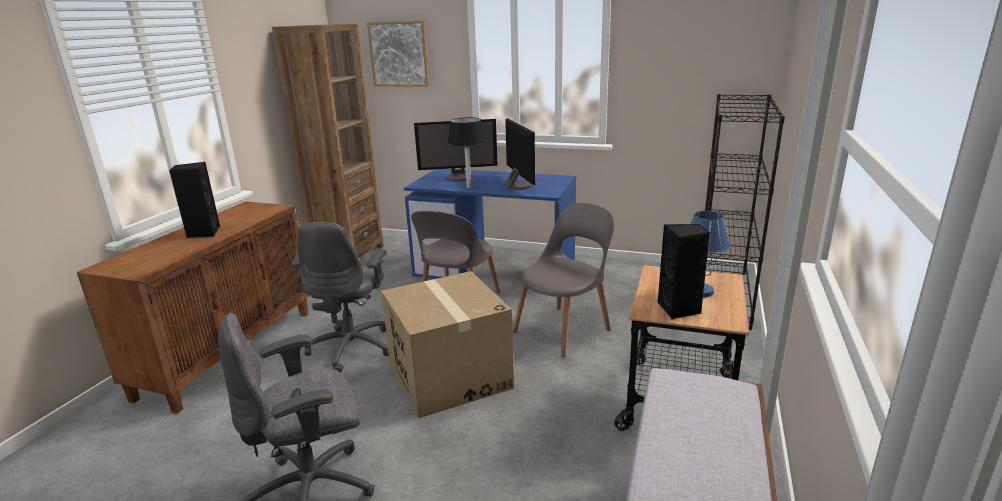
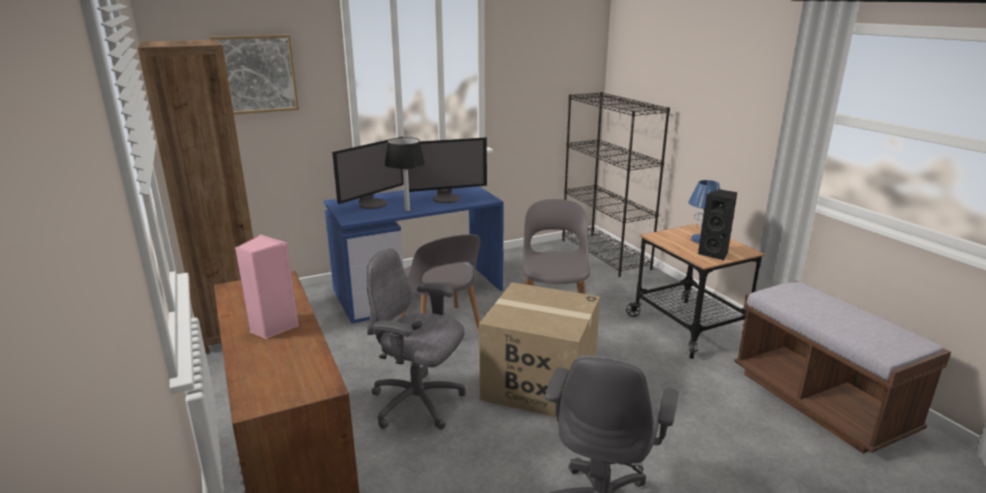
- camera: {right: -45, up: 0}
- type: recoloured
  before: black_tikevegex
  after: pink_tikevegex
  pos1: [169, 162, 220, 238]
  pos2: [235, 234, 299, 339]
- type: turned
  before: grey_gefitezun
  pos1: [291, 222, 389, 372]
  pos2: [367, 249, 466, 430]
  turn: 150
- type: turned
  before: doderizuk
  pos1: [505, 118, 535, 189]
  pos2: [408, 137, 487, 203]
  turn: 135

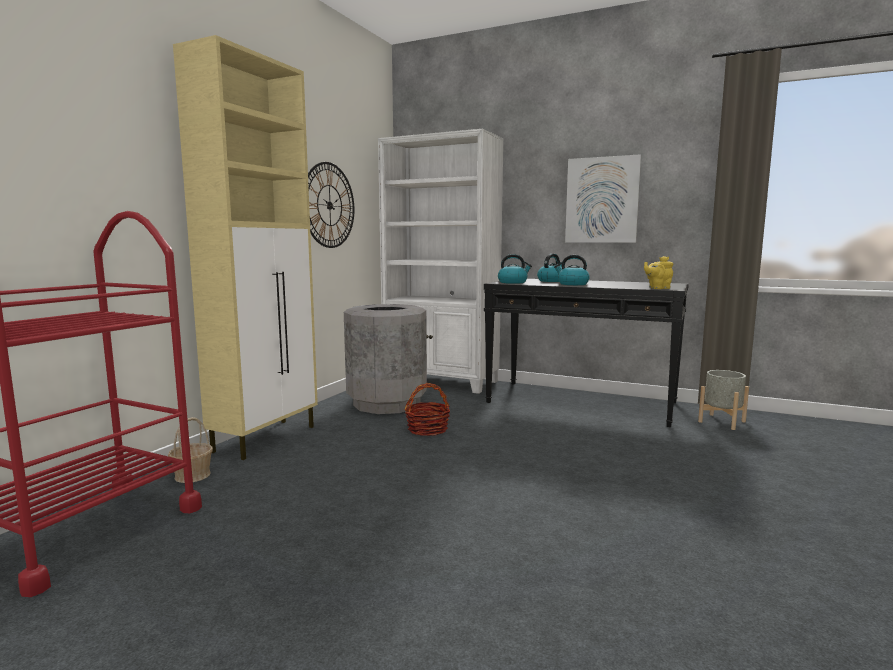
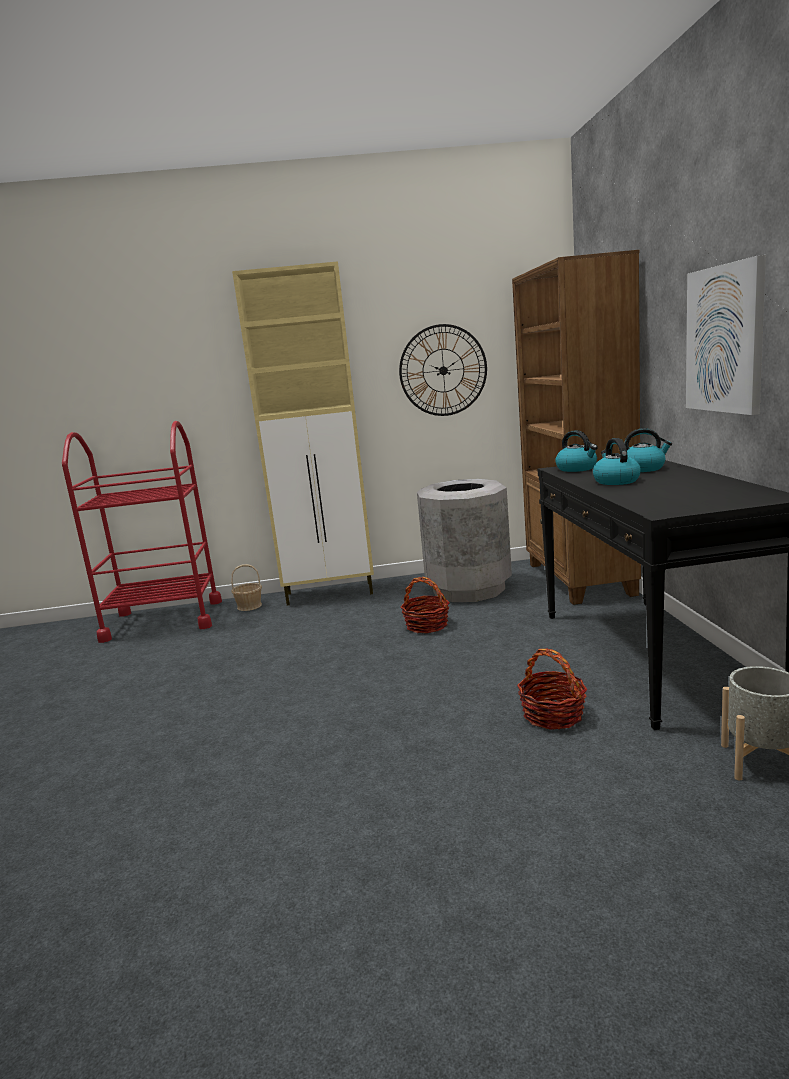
- camera: {right: 60, up: 5}
- type: recoloured
  before: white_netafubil
  after: brown_netafubil
  pos1: [378, 129, 504, 394]
  pos2: [512, 250, 641, 605]
- type: added
  after: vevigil
  pos2: [517, 649, 588, 730]
- type: removed
  before: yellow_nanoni
  pos1: [644, 256, 673, 289]

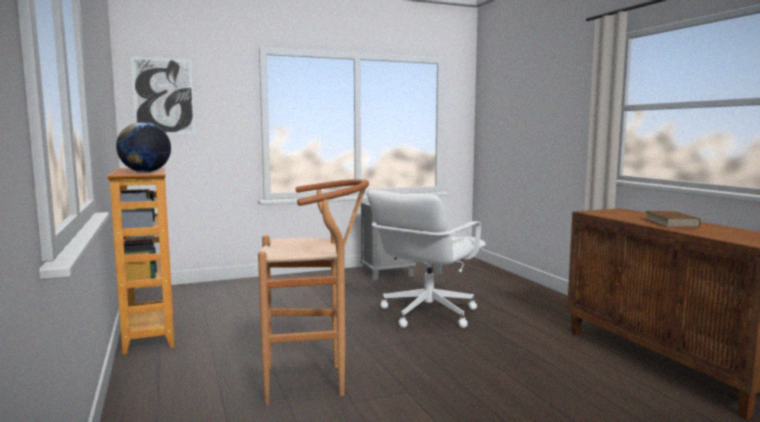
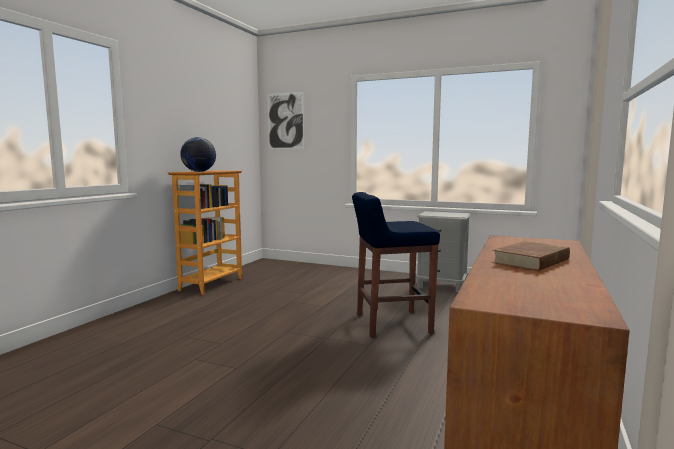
- camera: {right: 45, up: 0}
- type: replaced
  before: white_gefitezun
  after: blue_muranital
  pos1: [367, 190, 486, 328]
  pos2: [352, 192, 440, 338]
- type: removed
  before: brown_muranital
  pos1: [258, 179, 369, 406]

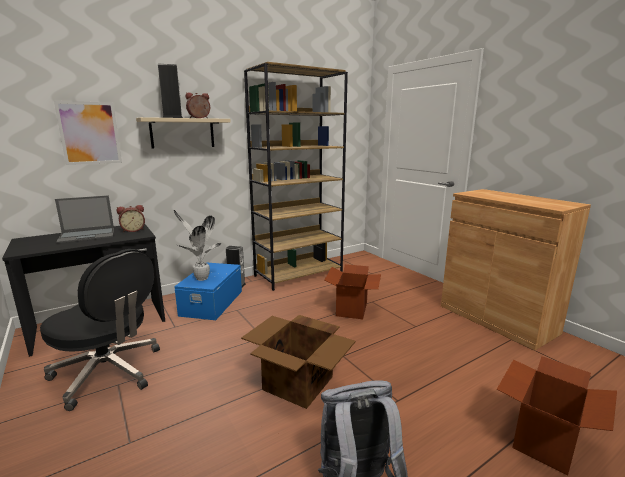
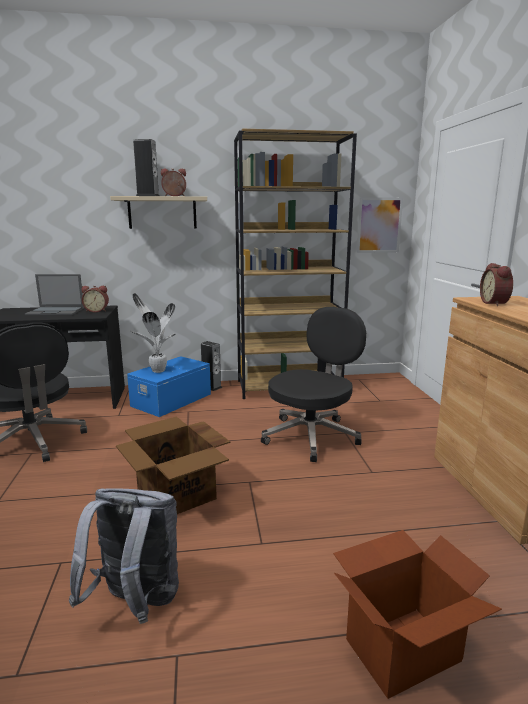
- camera: {right: 25, up: 0}
- type: replaced
  before: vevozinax
  after: black_gefitezun
  pos1: [325, 264, 381, 319]
  pos2: [261, 307, 366, 462]
- type: moved
  before: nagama
  pos1: [54, 101, 122, 165]
  pos2: [357, 197, 403, 253]
- type: added
  after: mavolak
  pos2: [480, 263, 513, 306]

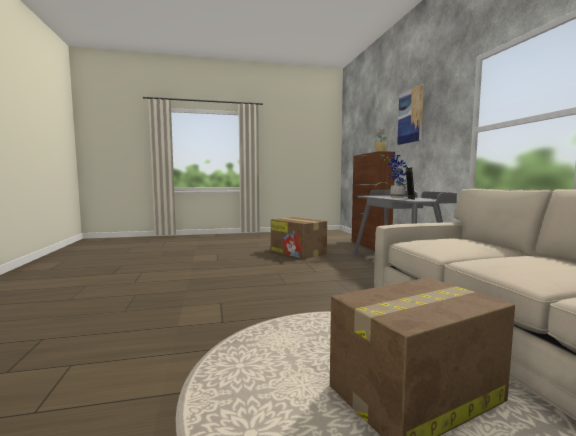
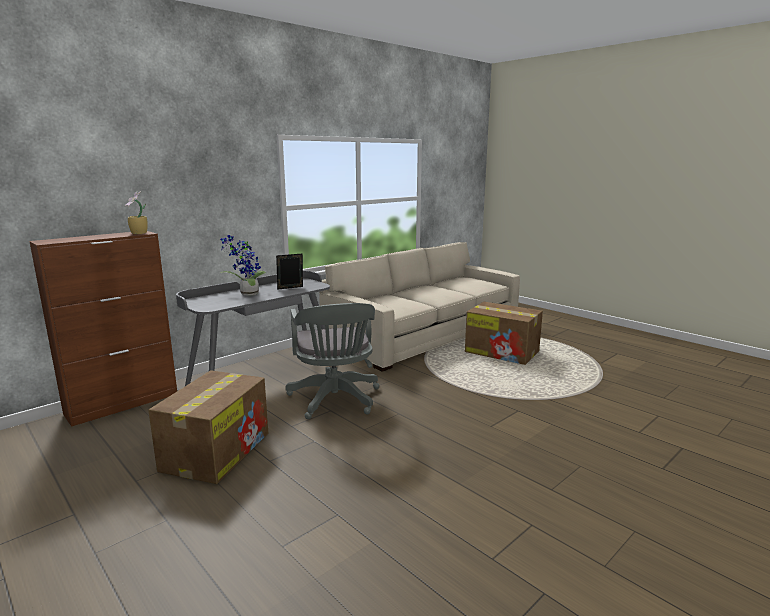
- camera: {right: -120, up: 10}
- type: added
  after: grey_gefitezun
  pos2: [285, 303, 379, 419]
- type: removed
  before: nagama
  pos1: [397, 84, 424, 145]

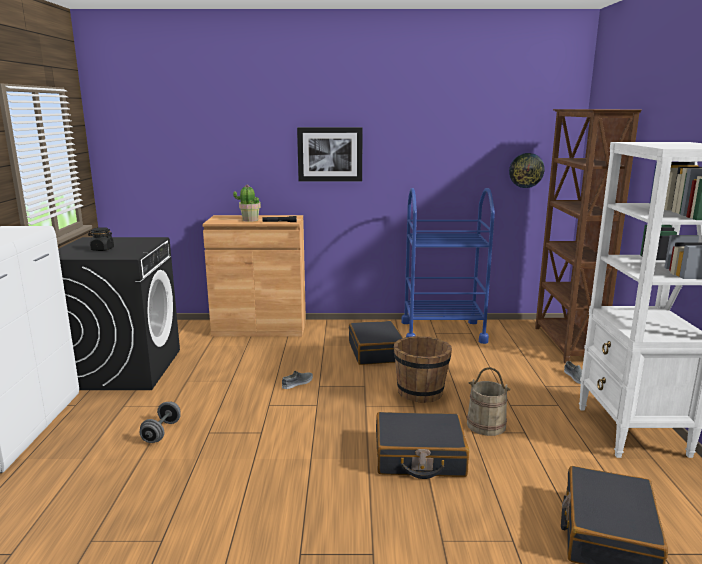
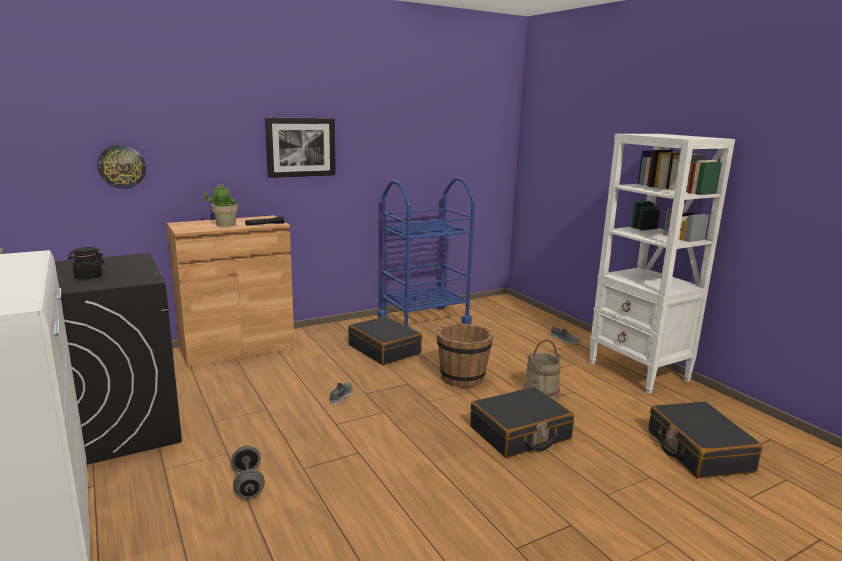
- camera: {right: -30, up: 0}
- type: moved
  before: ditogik
  pos1: [509, 153, 544, 188]
  pos2: [97, 145, 146, 189]
- type: removed
  before: brown_netafubil
  pos1: [535, 109, 642, 364]

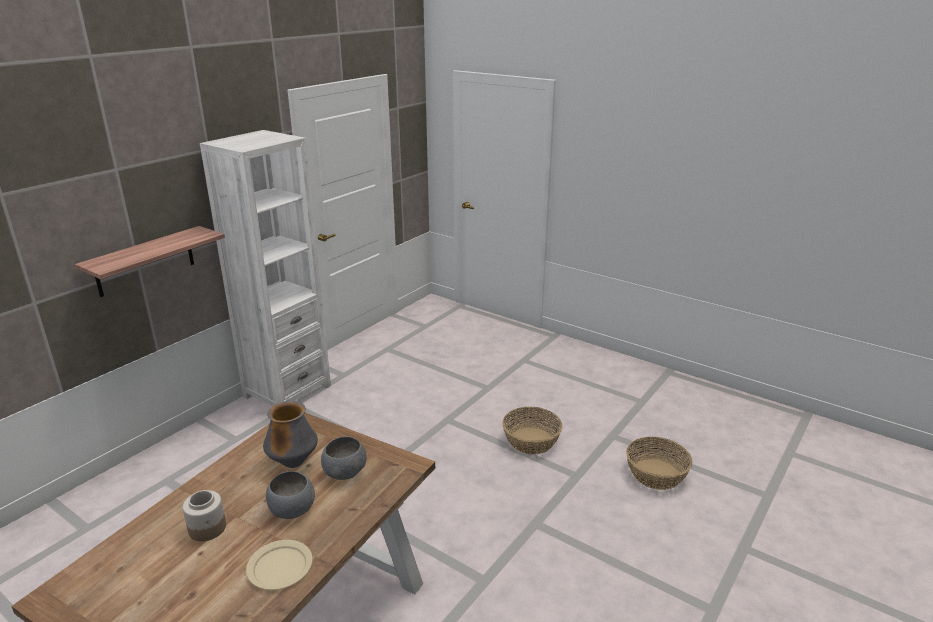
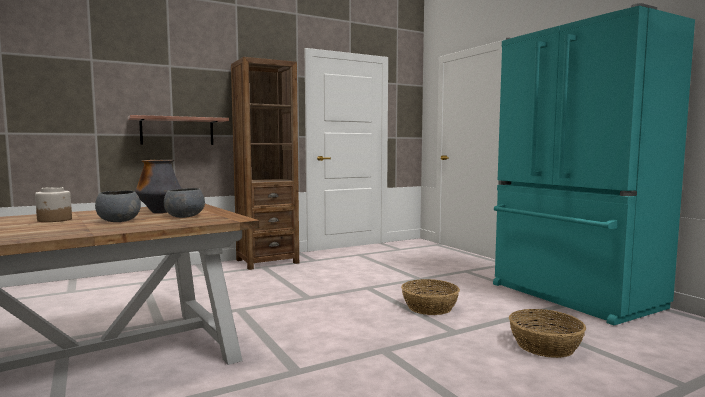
- camera: {right: 25, up: -20}
- type: recoloured
  before: white_netafubil
  after: brown_netafubil
  pos1: [200, 130, 331, 406]
  pos2: [231, 57, 299, 270]
- type: added
  after: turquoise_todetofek
  pos2: [493, 3, 695, 325]
- type: removed
  before: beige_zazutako
  pos1: [246, 540, 313, 590]

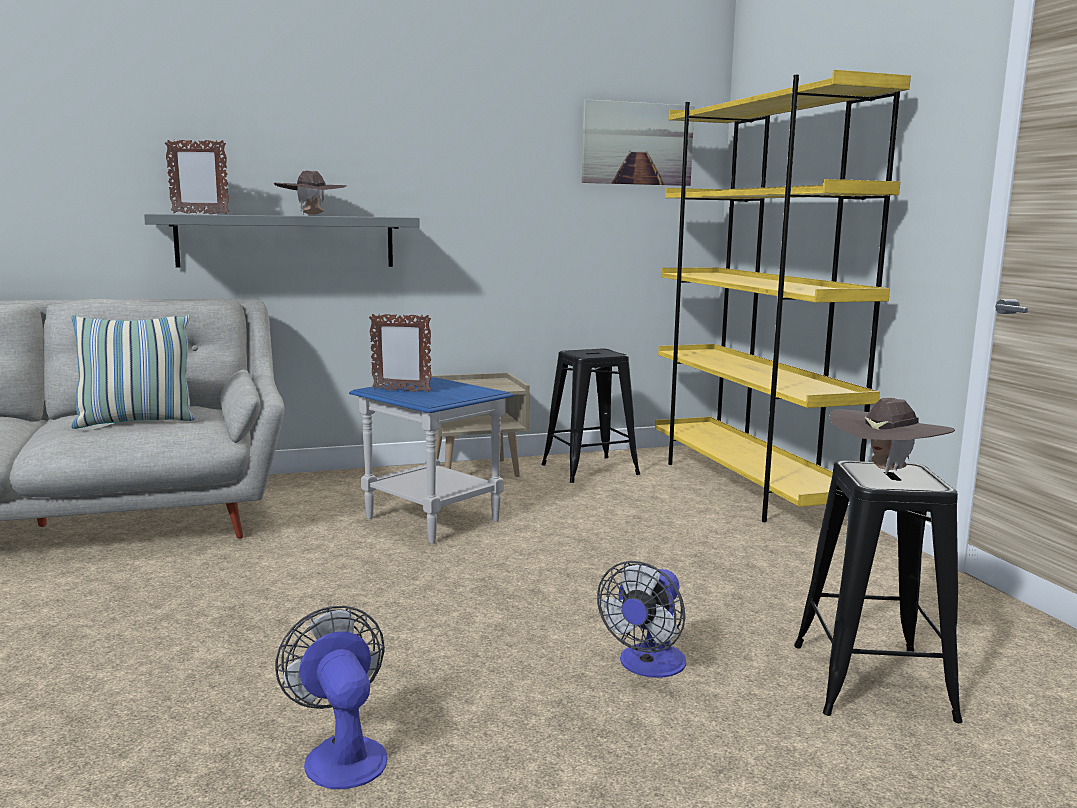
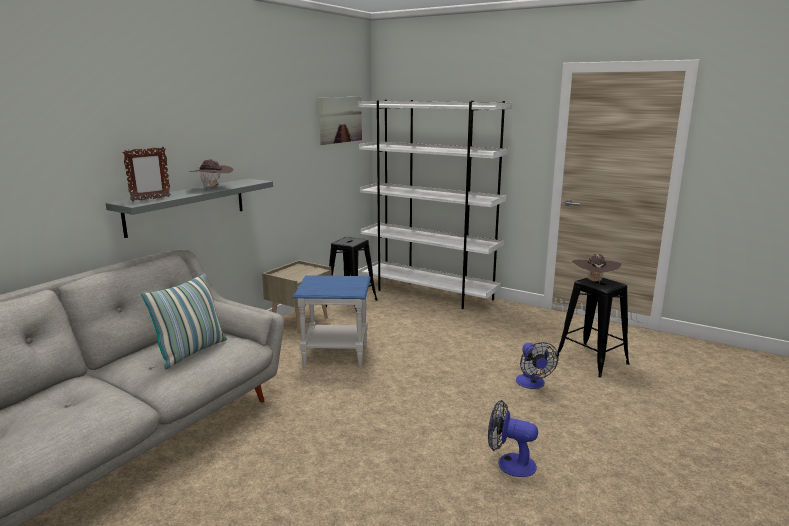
- camera: {right: -40, up: 5}
- type: recoloured
  before: yellow_netafubil
  after: white_netafubil
  pos1: [655, 70, 911, 522]
  pos2: [358, 100, 512, 309]
- type: removed
  before: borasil
  pos1: [369, 314, 431, 393]

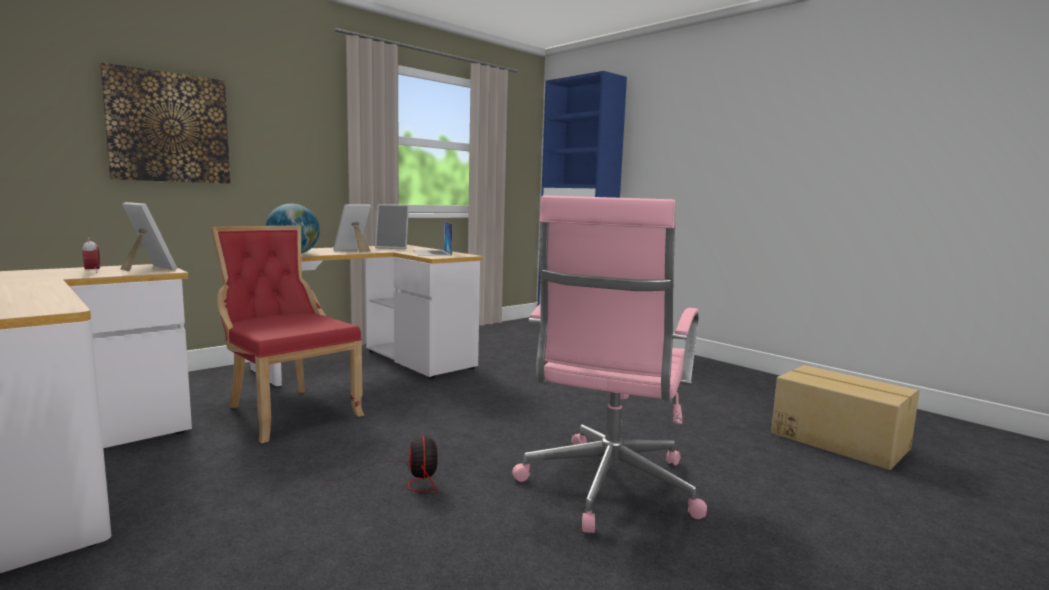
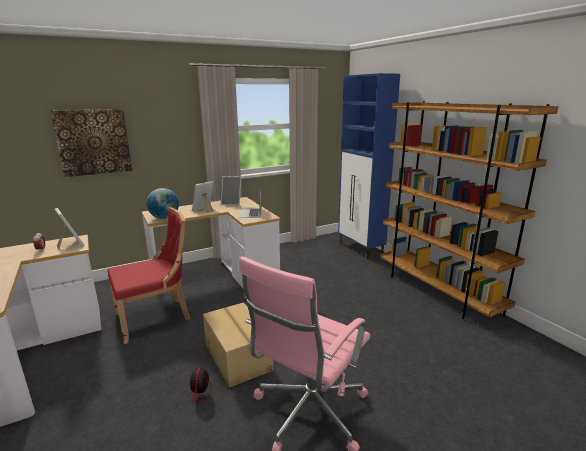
- camera: {right: 15, up: 10}
- type: turned
  before: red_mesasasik
  pos1: [211, 226, 364, 444]
  pos2: [108, 207, 190, 344]
  turn: 90
- type: moved
  before: vevozinax
  pos1: [771, 365, 920, 470]
  pos2: [203, 302, 273, 388]
- type: added
  after: brown_netafubil
  pos2: [380, 101, 558, 319]

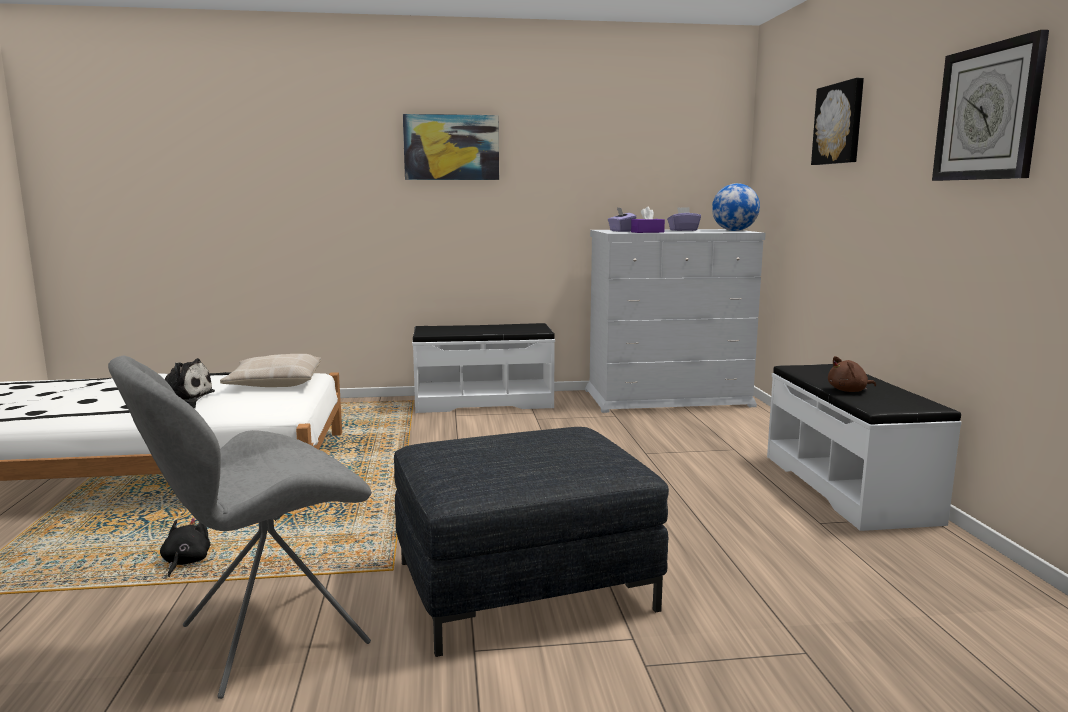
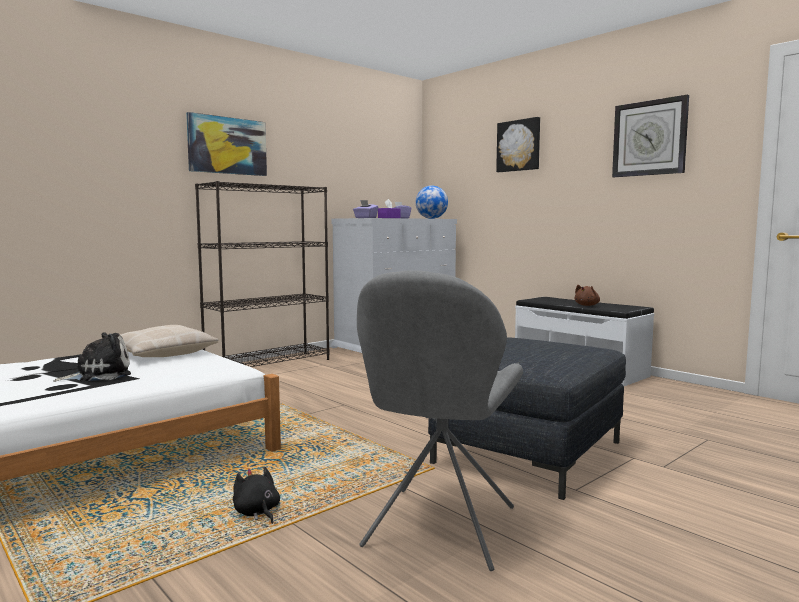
- camera: {right: -35, up: -5}
- type: replaced
  before: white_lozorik
  after: black_netafubil
  pos1: [412, 323, 555, 413]
  pos2: [195, 181, 330, 367]

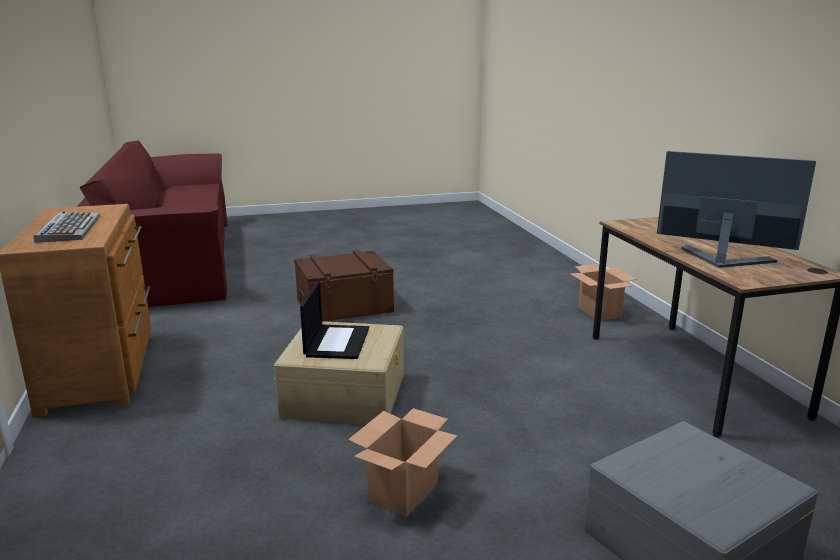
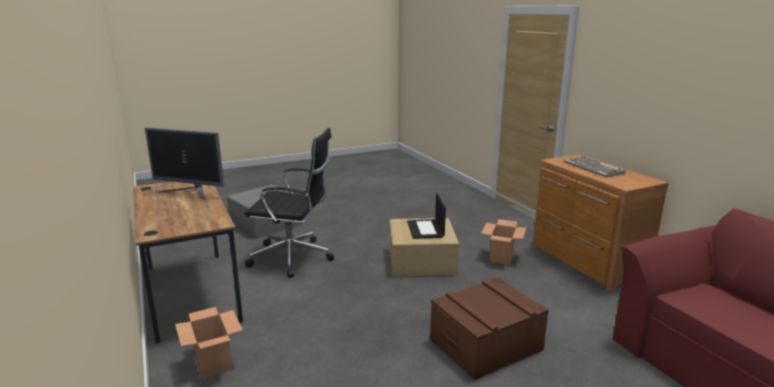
- camera: {right: 170, up: 0}
- type: added
  after: black_gefitezun
  pos2: [244, 128, 334, 278]
- type: moved
  before: vevozinax
  pos1: [348, 408, 457, 517]
  pos2: [481, 219, 526, 265]

